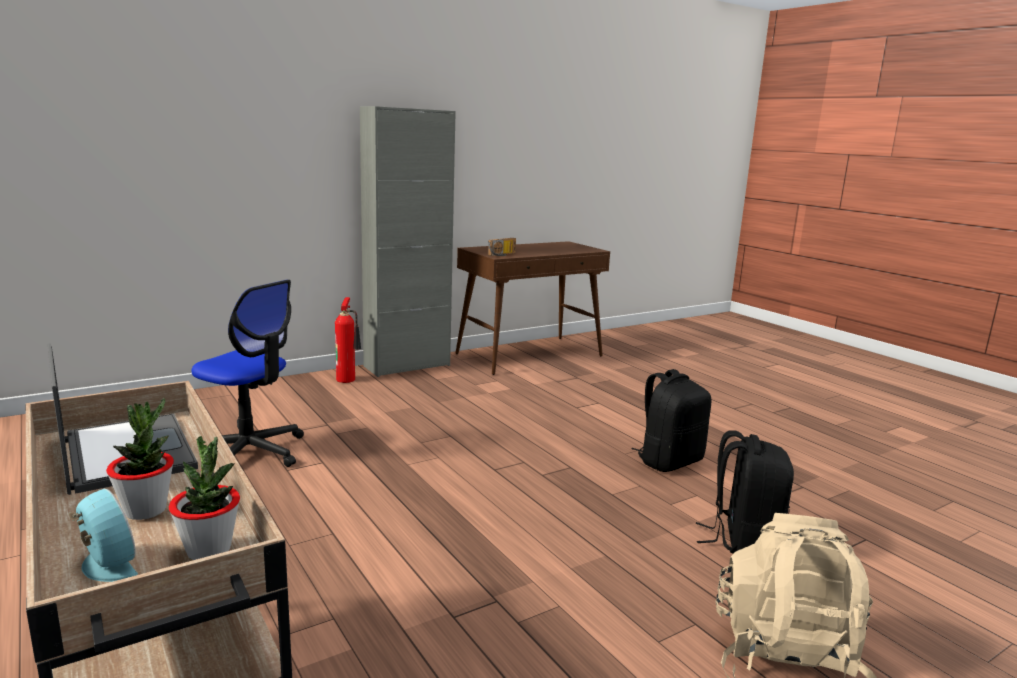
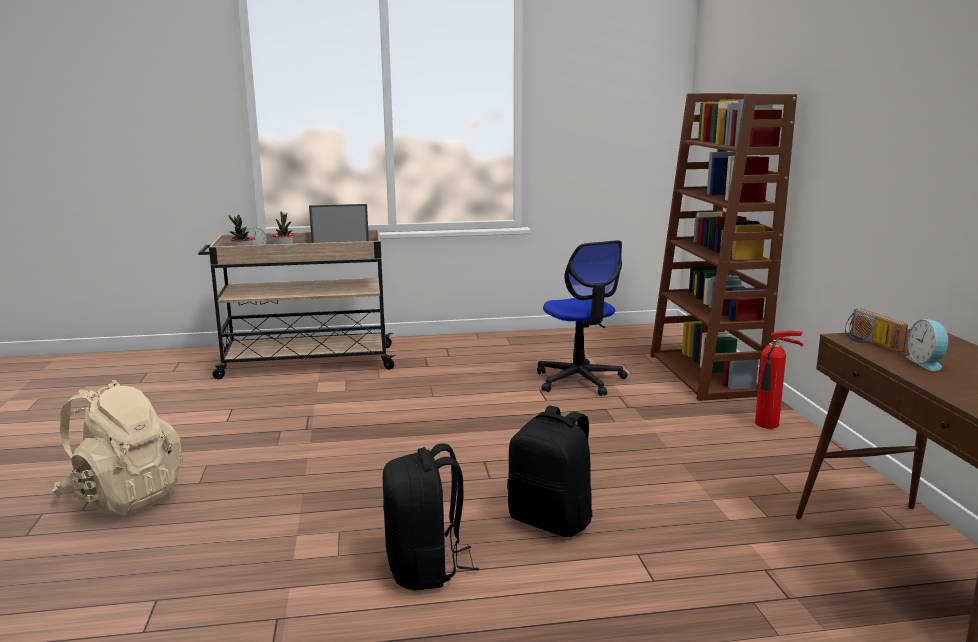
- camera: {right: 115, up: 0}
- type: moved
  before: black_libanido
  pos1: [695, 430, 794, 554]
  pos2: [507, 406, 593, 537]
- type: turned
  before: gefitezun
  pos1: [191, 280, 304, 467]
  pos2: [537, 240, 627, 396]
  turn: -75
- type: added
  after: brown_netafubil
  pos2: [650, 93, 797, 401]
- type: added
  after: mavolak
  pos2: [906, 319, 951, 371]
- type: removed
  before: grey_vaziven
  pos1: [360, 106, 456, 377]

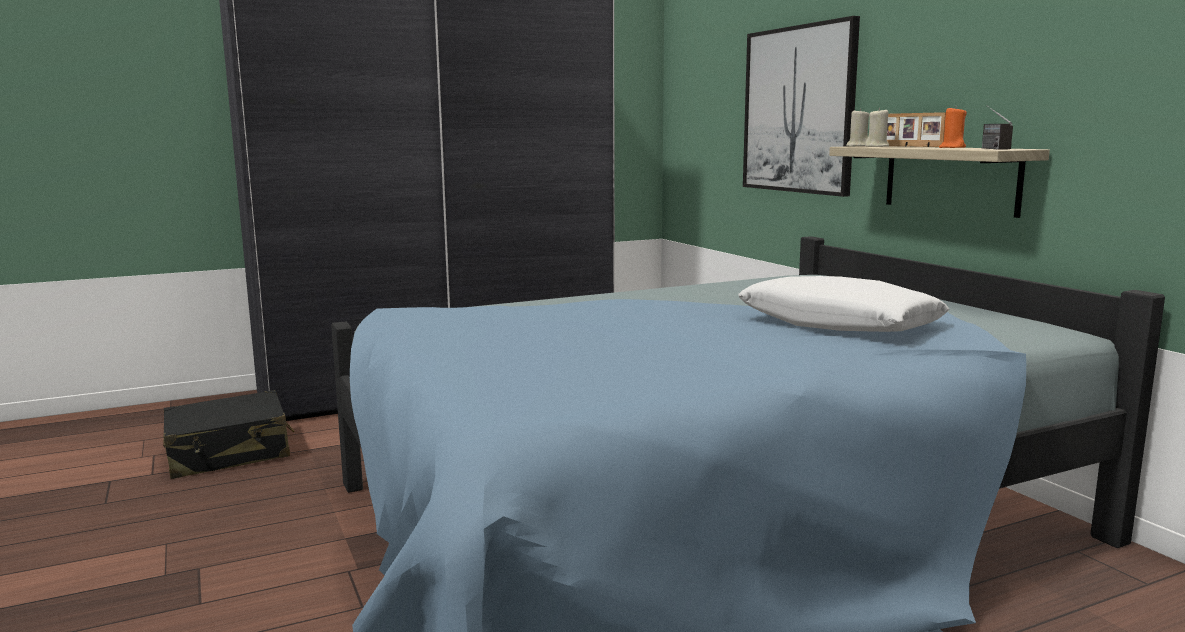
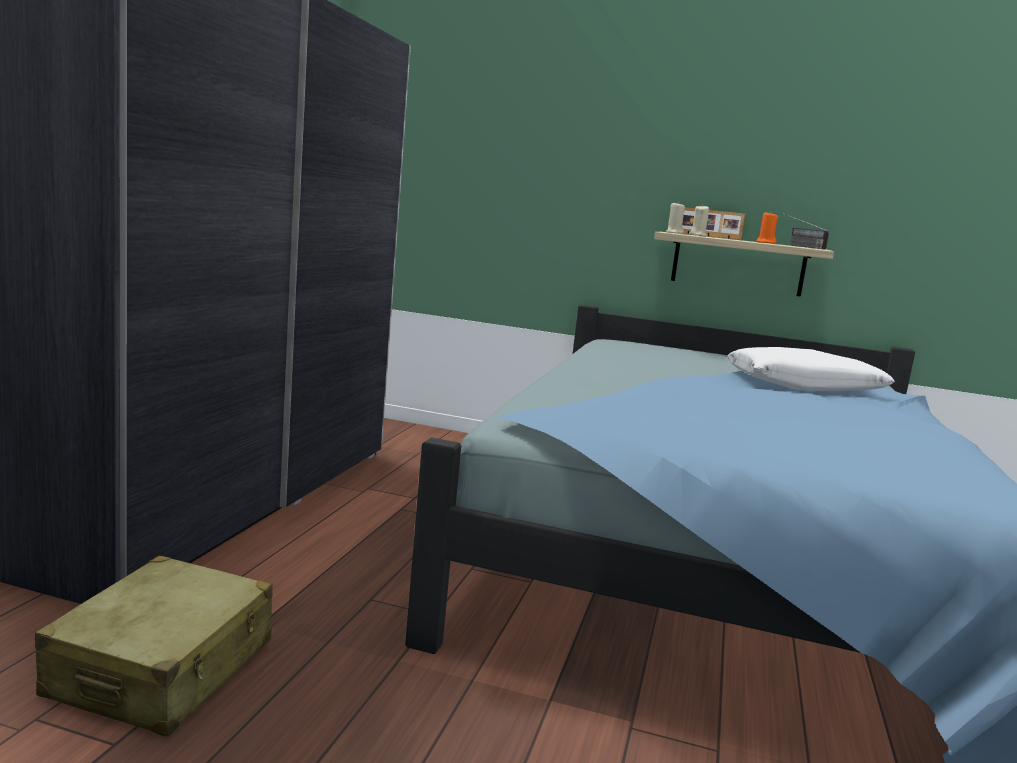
- camera: {right: -50, up: 0}
- type: recoloured
  before: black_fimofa
  after: beige_fimofa
  pos1: [163, 390, 294, 479]
  pos2: [35, 556, 273, 737]
- type: removed
  before: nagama
  pos1: [743, 16, 860, 197]

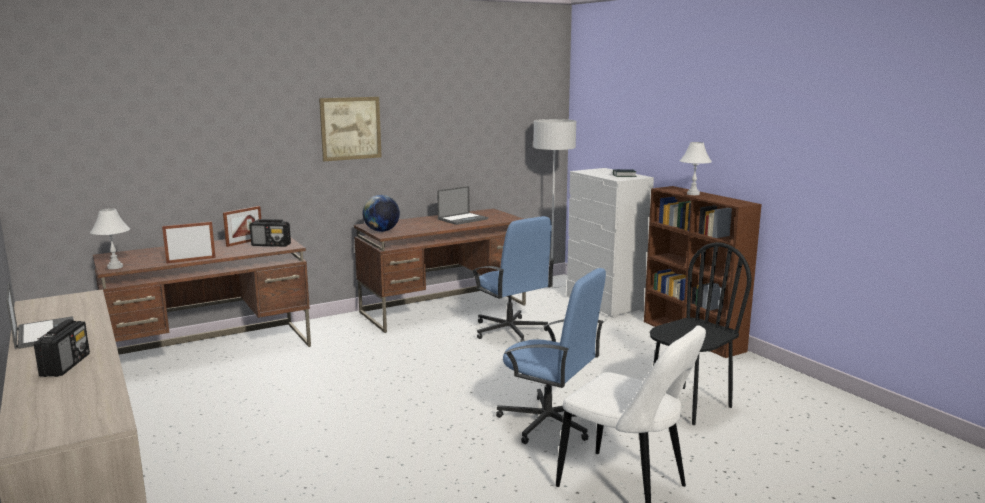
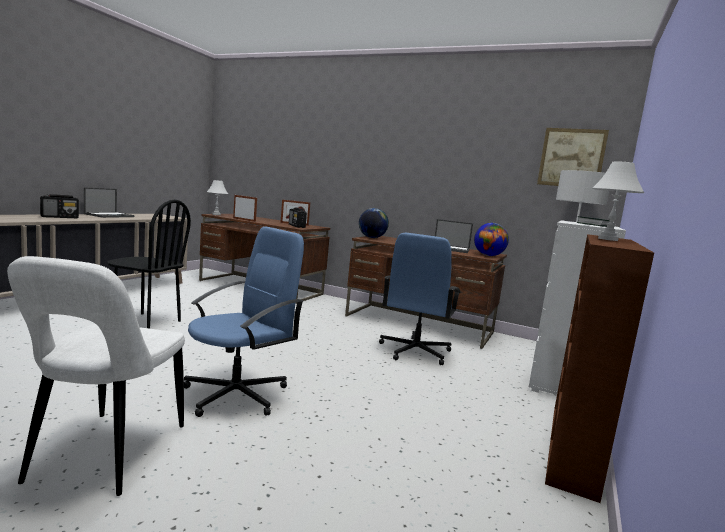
- camera: {right: 55, up: -5}
- type: moved
  before: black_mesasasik
  pos1: [650, 242, 752, 425]
  pos2: [107, 199, 191, 329]
- type: turned
  before: blue_gefitezun
  pos1: [496, 268, 606, 444]
  pos2: [184, 227, 304, 417]
  turn: -135
- type: added
  after: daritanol
  pos2: [474, 223, 509, 256]
- type: moved
  before: nagama
  pos1: [319, 97, 382, 161]
  pos2: [537, 128, 609, 186]

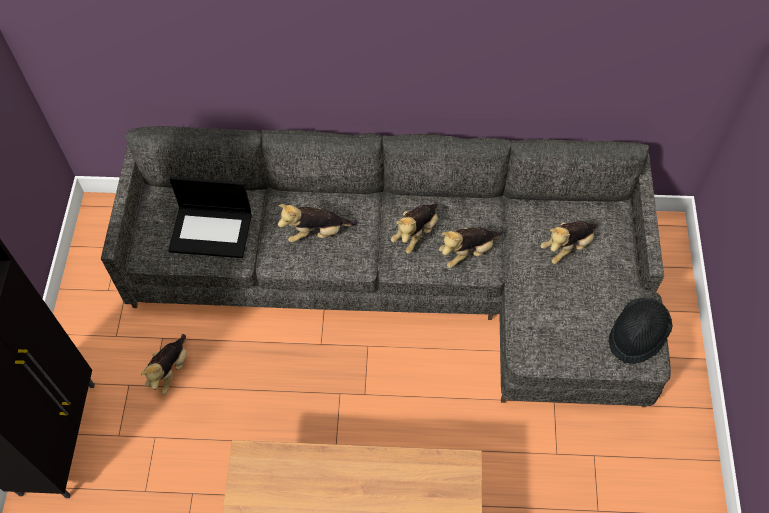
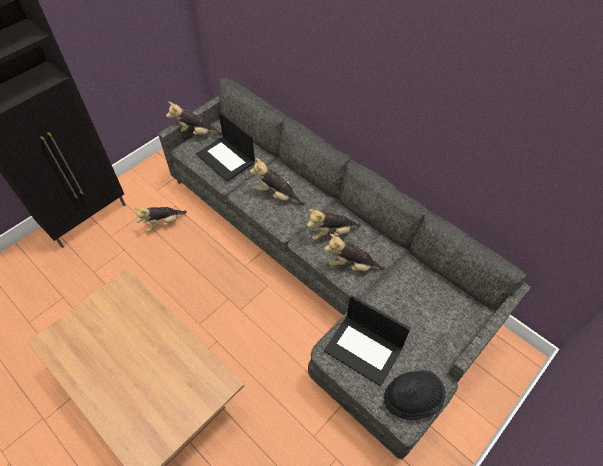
- camera: {right: 40, up: -5}
- type: moved
  before: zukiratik
  pos1: [541, 221, 598, 264]
  pos2: [166, 102, 222, 135]
- type: added
  after: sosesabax
  pos2: [324, 295, 410, 386]

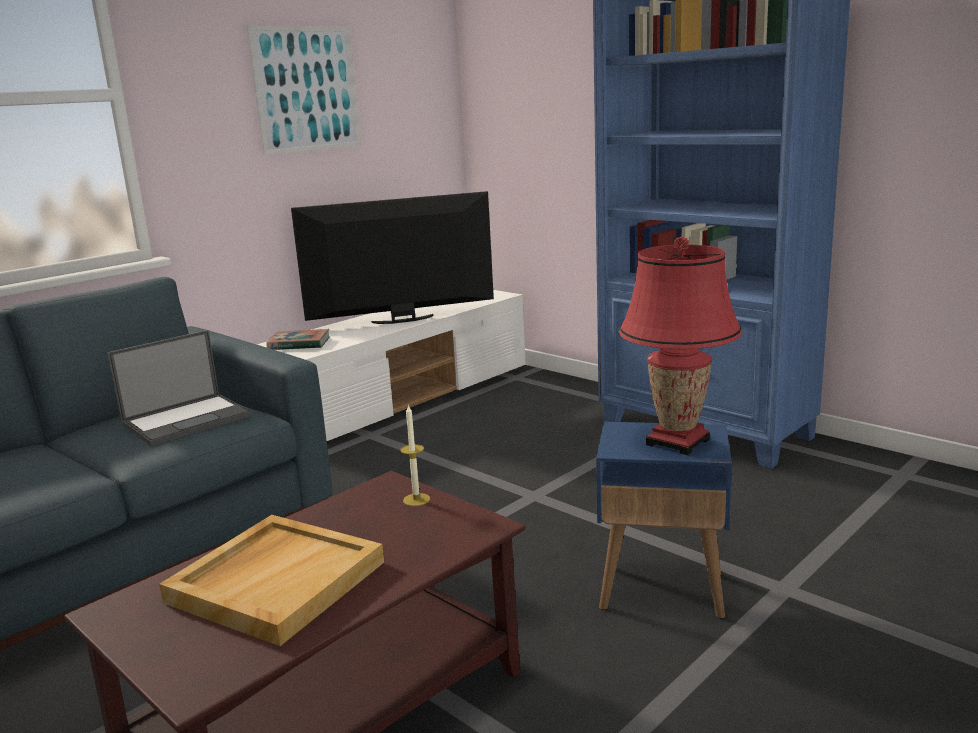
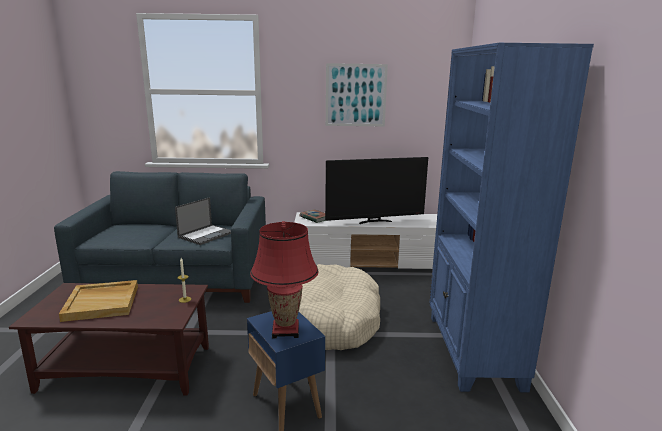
- camera: {right: 45, up: 0}
- type: turned
  before: sosesabax
  pos1: [107, 330, 252, 446]
  pos2: [175, 197, 231, 245]
  turn: -60
- type: added
  after: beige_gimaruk
  pos2: [299, 264, 380, 350]
- type: turned
  before: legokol
  pos1: [291, 191, 494, 324]
  pos2: [325, 157, 428, 224]
  turn: 135

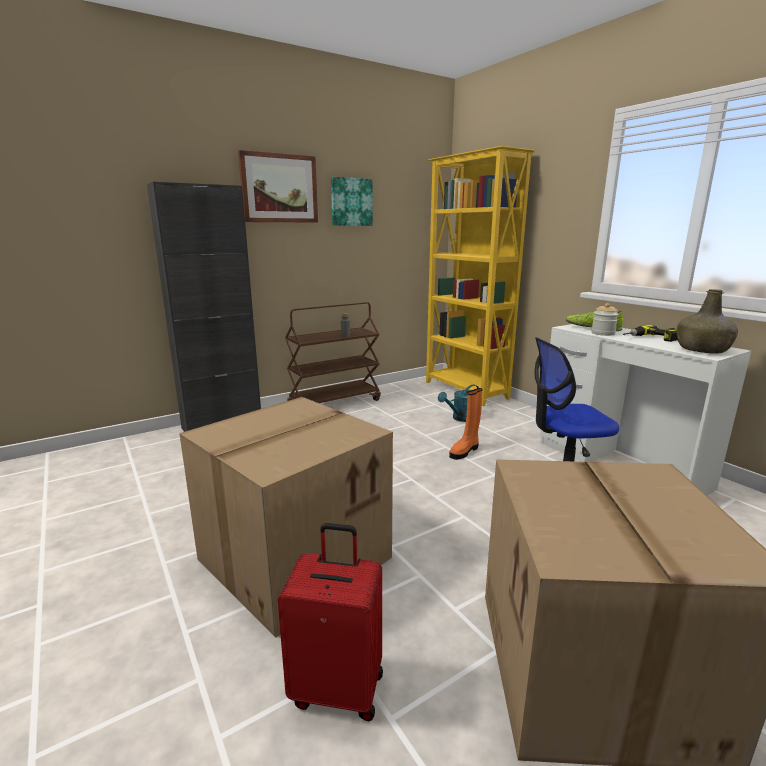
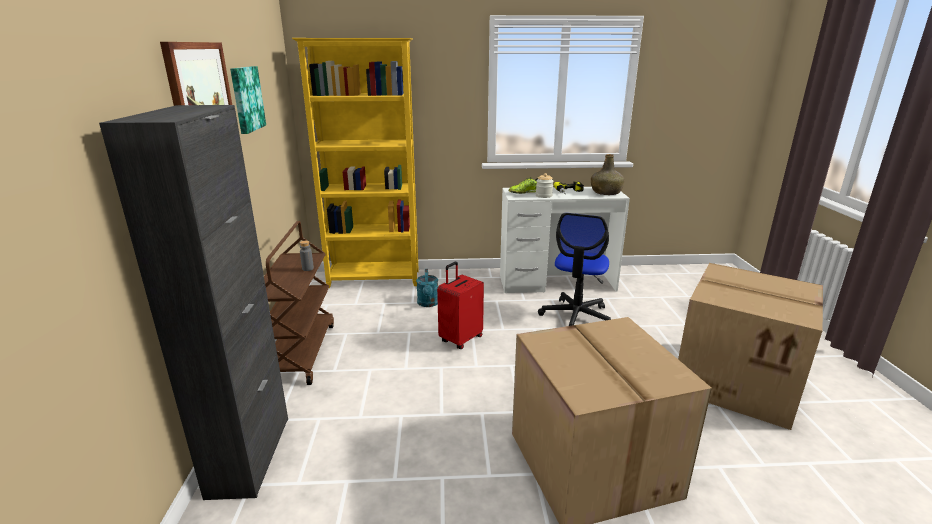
- camera: {right: -60, up: 5}
- type: moved
  before: red_fimofa
  pos1: [278, 523, 383, 721]
  pos2: [437, 262, 484, 349]
- type: removed
  before: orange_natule
  pos1: [449, 388, 482, 460]

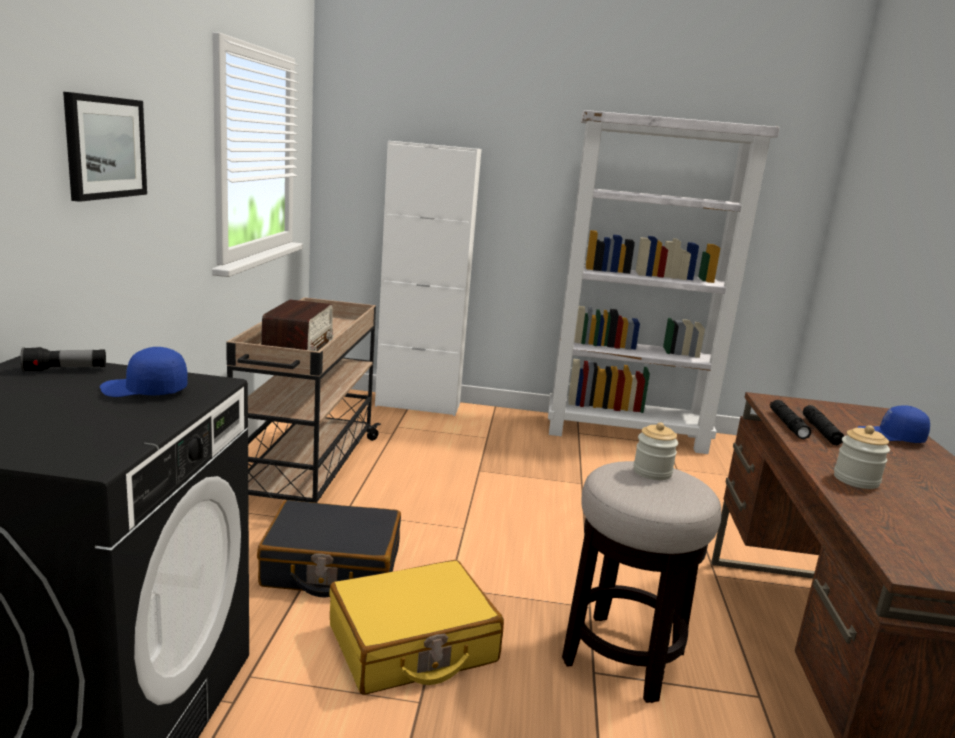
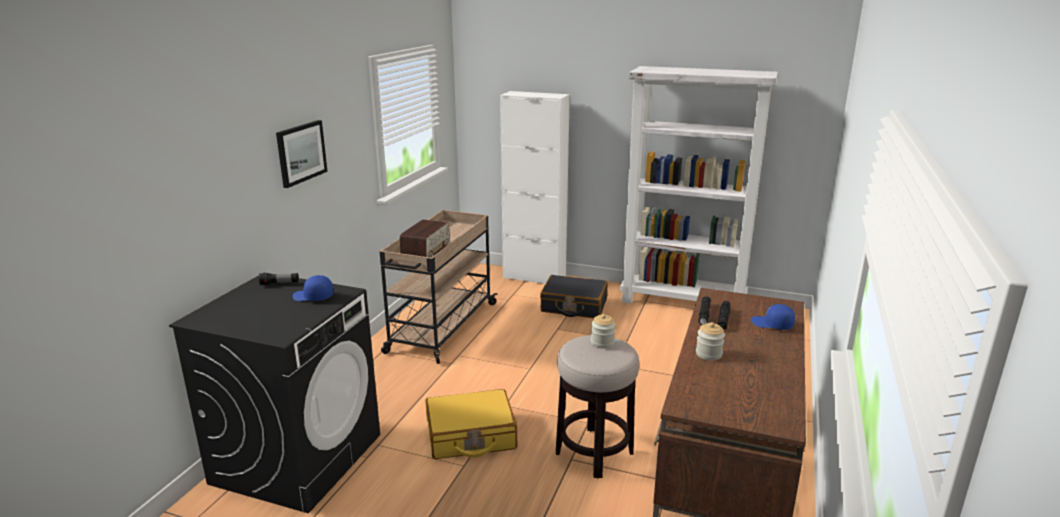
- camera: {right: 15, up: 5}
- type: moved
  before: black_fimofa
  pos1: [257, 500, 401, 598]
  pos2: [540, 275, 608, 318]

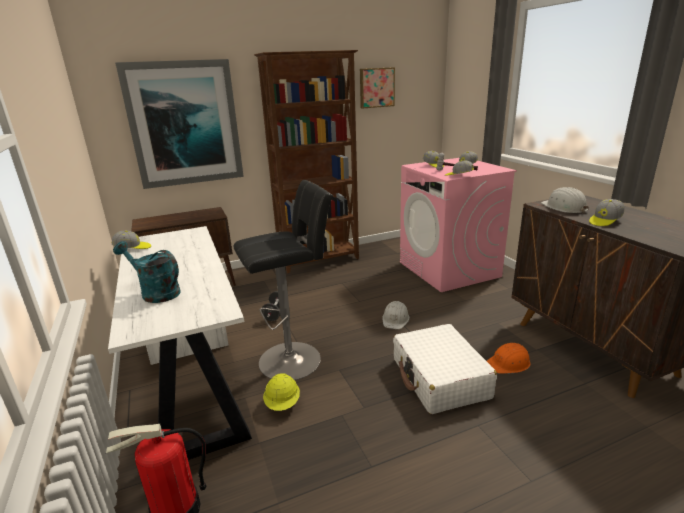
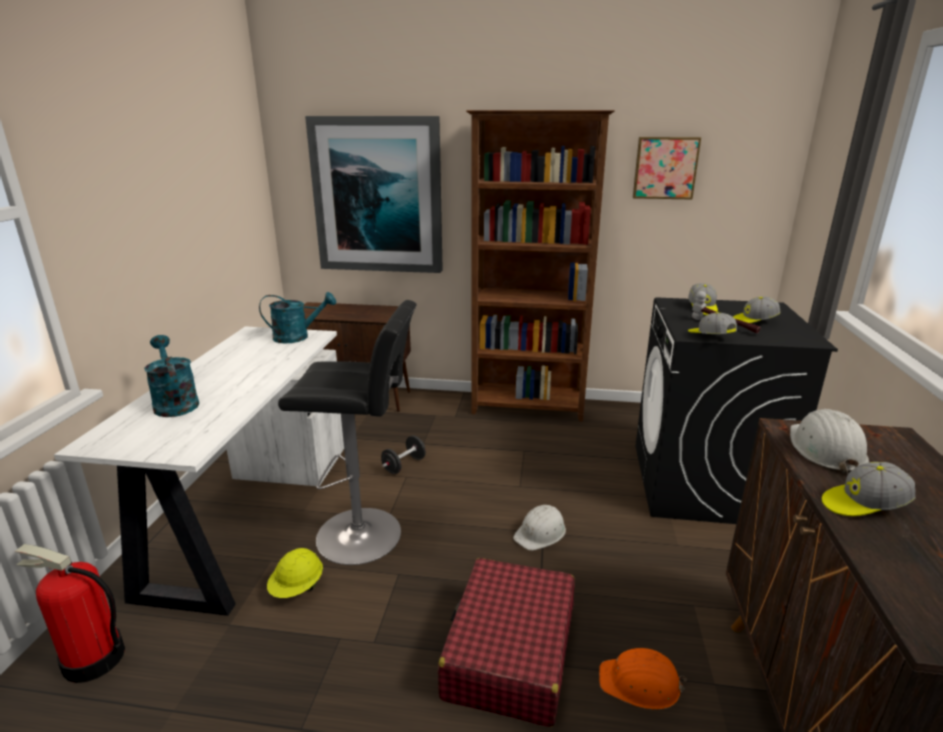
- camera: {right: 30, up: 0}
- type: added
  after: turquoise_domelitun
  pos2: [259, 292, 336, 344]
- type: recoloured
  before: white_fimofa
  after: red_fimofa
  pos1: [393, 324, 497, 414]
  pos2: [438, 558, 575, 727]
- type: recoloured
  before: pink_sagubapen
  after: black_sagubapen
  pos1: [400, 158, 517, 292]
  pos2: [635, 297, 838, 524]
- type: removed
  before: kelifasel
  pos1: [112, 231, 151, 249]

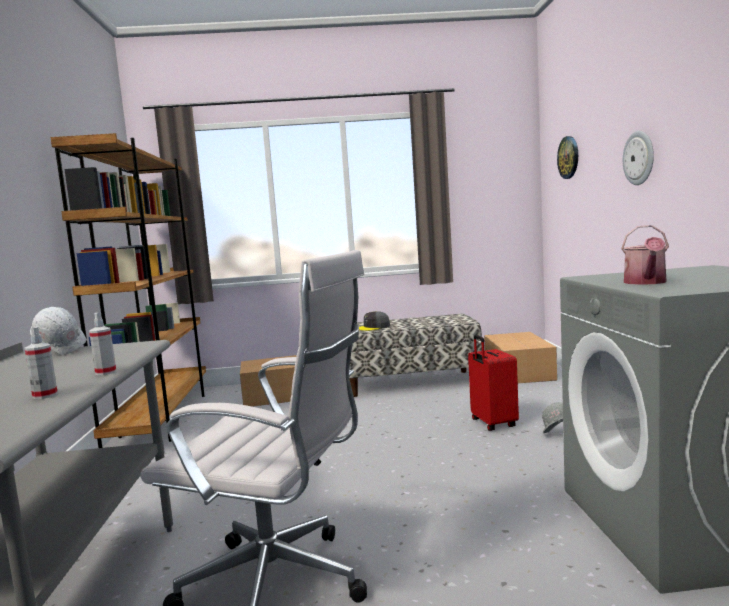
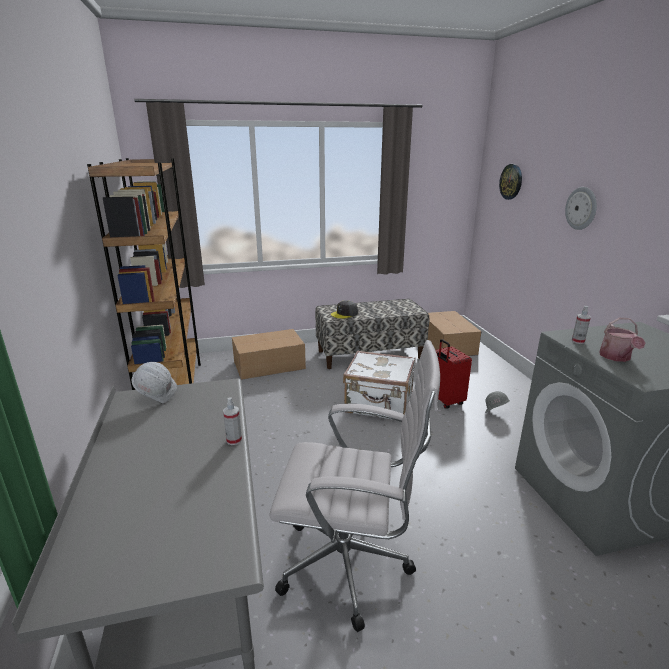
- camera: {right: -10, up: 15}
- type: added
  after: white_fimofa
  pos2: [343, 350, 416, 420]
- type: moved
  before: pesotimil
  pos1: [24, 326, 58, 399]
  pos2: [572, 306, 591, 344]

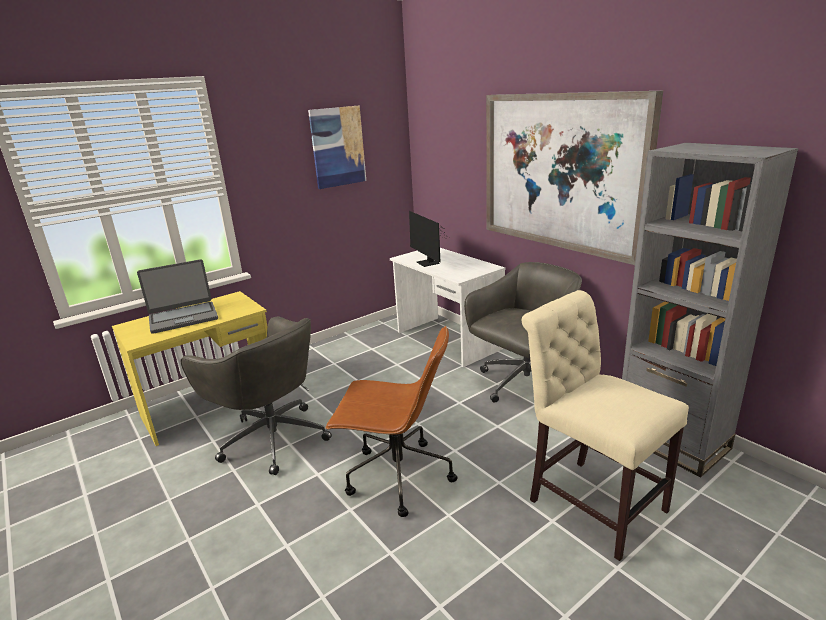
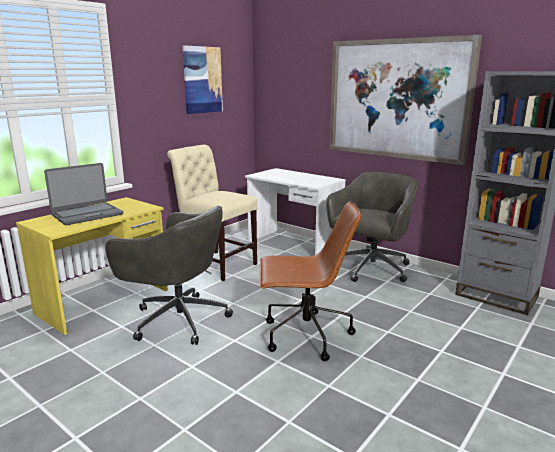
- camera: {right: -15, up: -5}
- type: moved
  before: beige_mesasasik
  pos1: [522, 290, 689, 561]
  pos2: [167, 145, 258, 281]
- type: removed
  before: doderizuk
  pos1: [409, 211, 447, 267]

